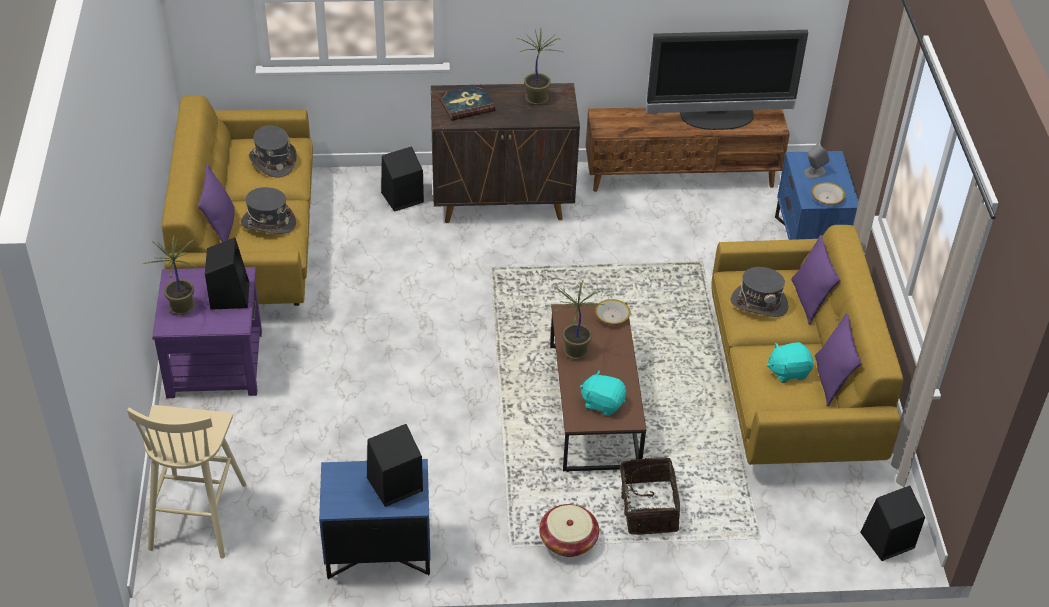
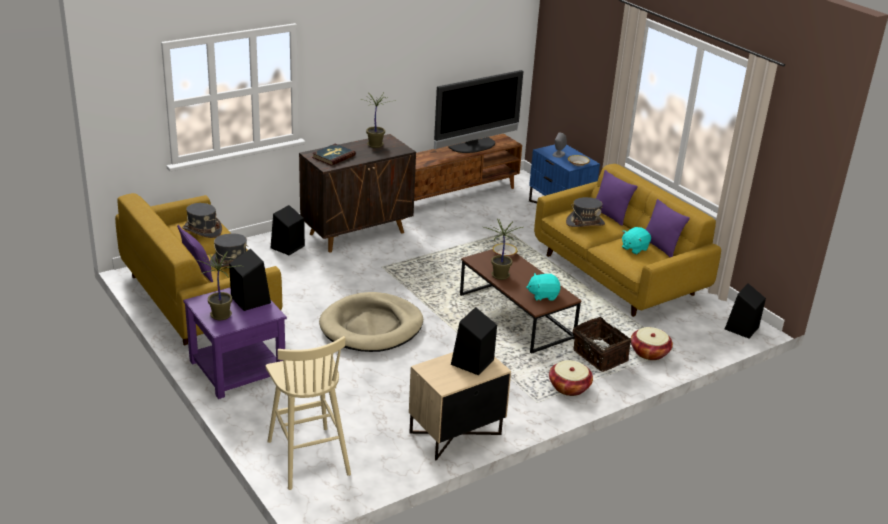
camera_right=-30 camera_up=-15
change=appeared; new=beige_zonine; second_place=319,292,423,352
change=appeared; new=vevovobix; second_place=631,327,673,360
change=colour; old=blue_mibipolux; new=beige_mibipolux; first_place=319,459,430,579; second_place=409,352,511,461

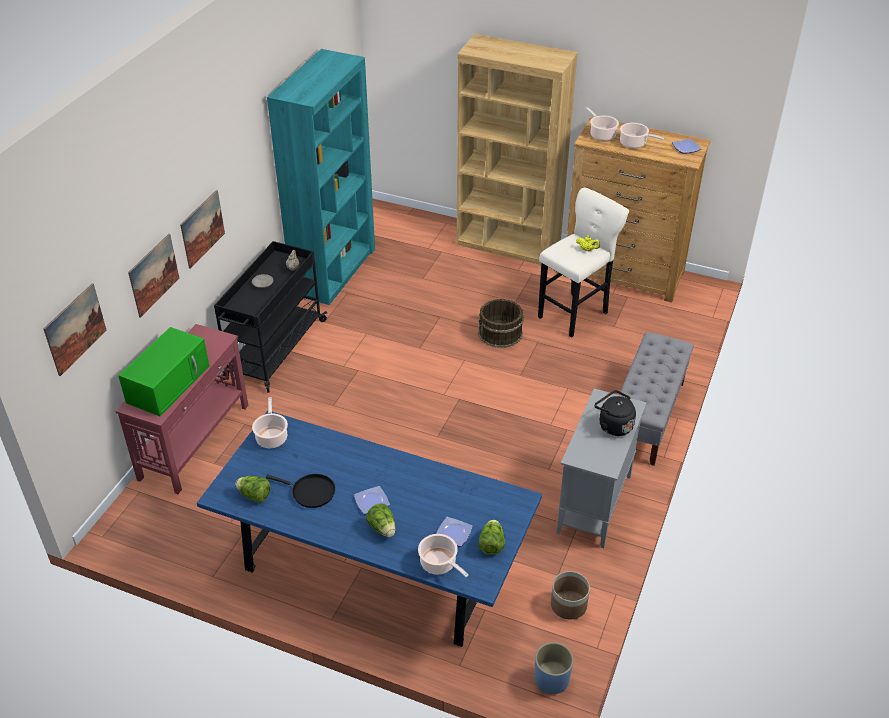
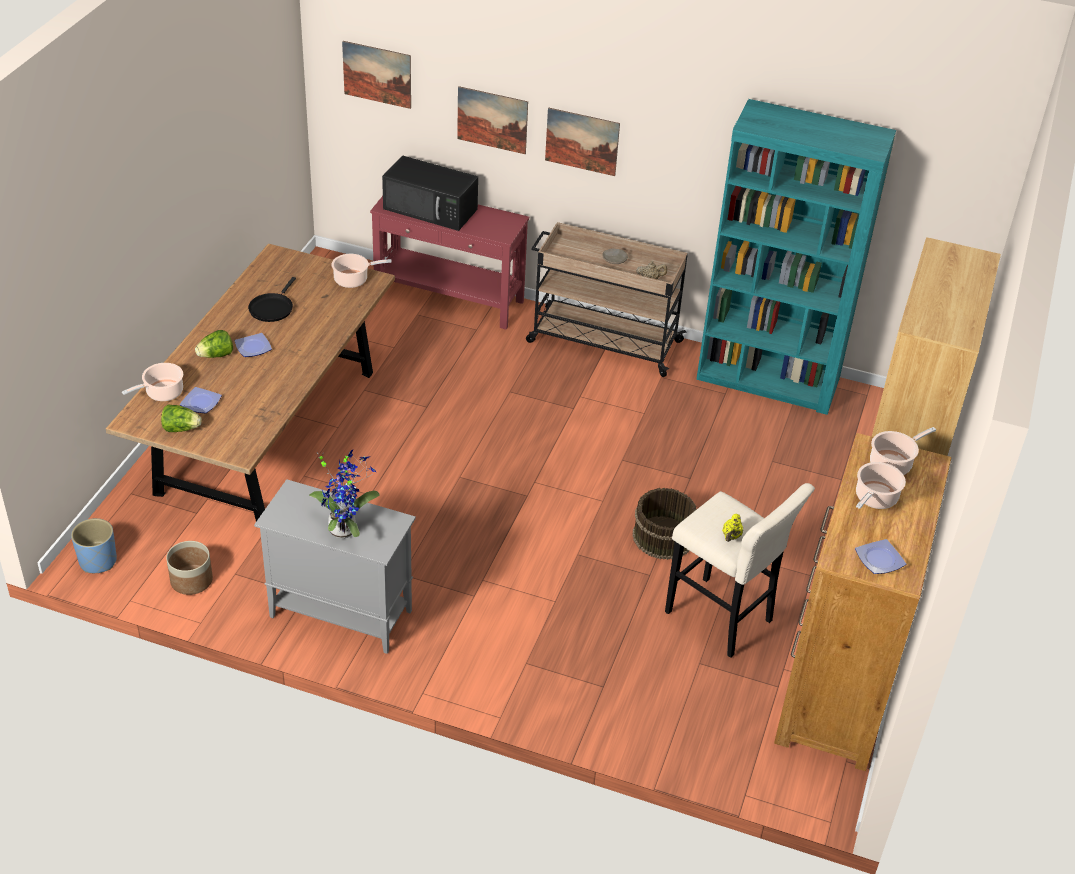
camera_right=85 camera_up=0
change=missing; old=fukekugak; first_place=235,476,270,503
change=missing; old=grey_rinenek; first_place=619,332,694,466
change=exchanged; old=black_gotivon; new=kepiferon; first_place=594,390,636,436; second_place=309,450,380,539
change=colour; old=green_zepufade; new=black_zepufade; first_place=118,327,210,416; second_place=382,156,478,231
change=colour; old=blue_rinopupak; new=brown_rinopupak; first_place=197,410,542,647; second_place=106,244,395,521
change=colour; old=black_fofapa; new=beige_fofapa; first_place=214,241,327,393; second_place=526,222,688,377

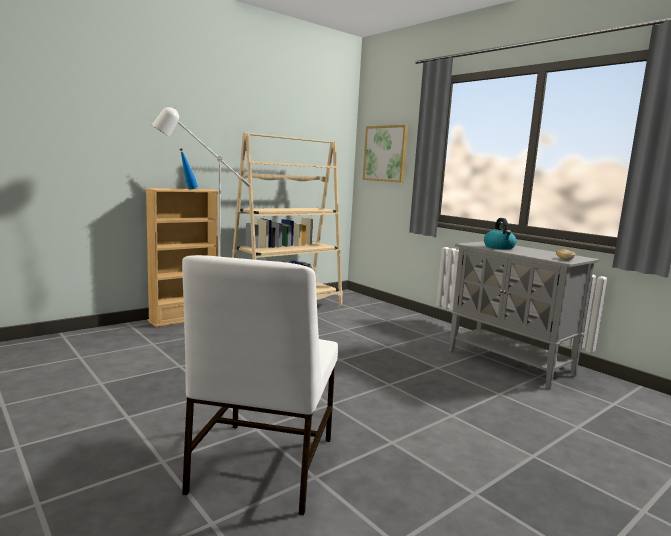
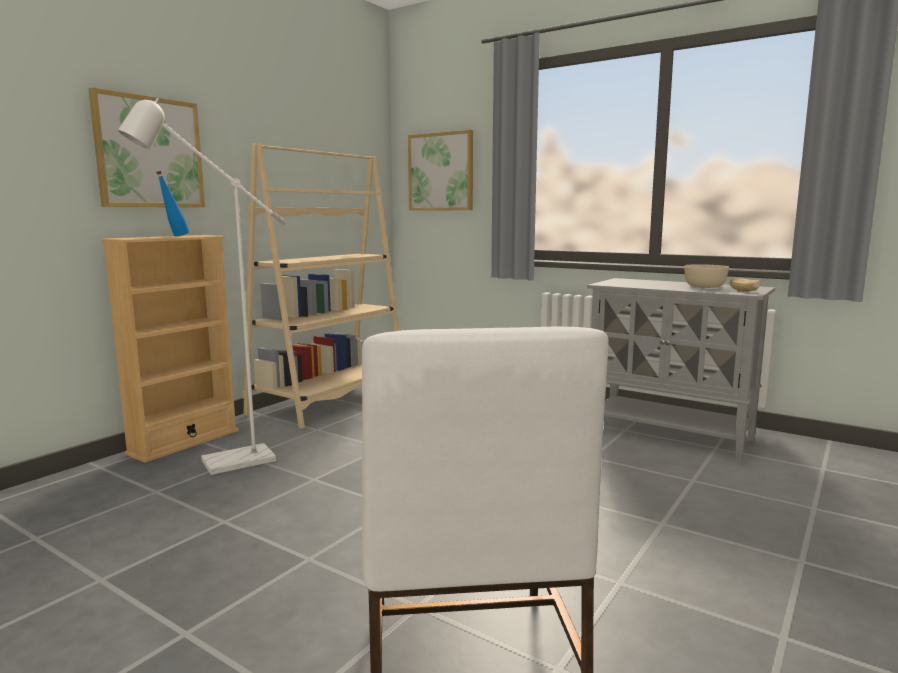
camera_right=-15 camera_up=0
change=missing; old=gotivon; first_place=484,218,516,250
change=appeared; new=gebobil; second_place=88,88,205,207
change=appeared; new=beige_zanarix; second_place=684,264,729,288

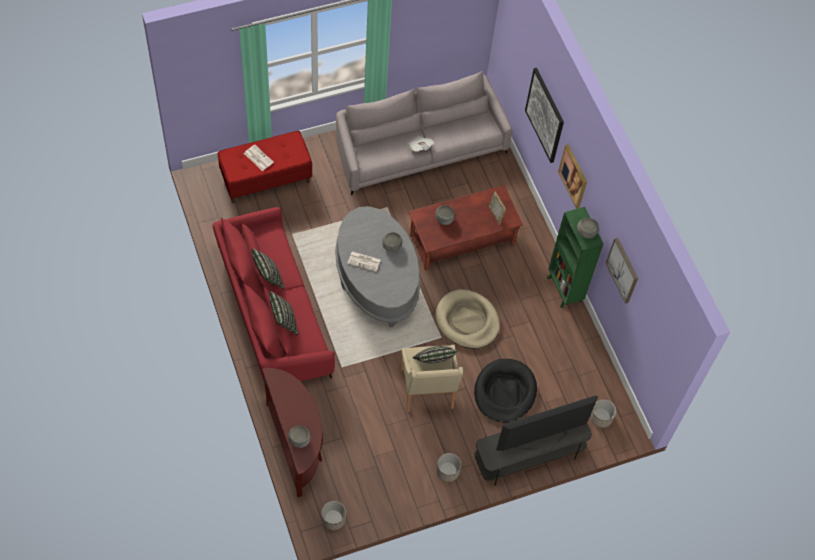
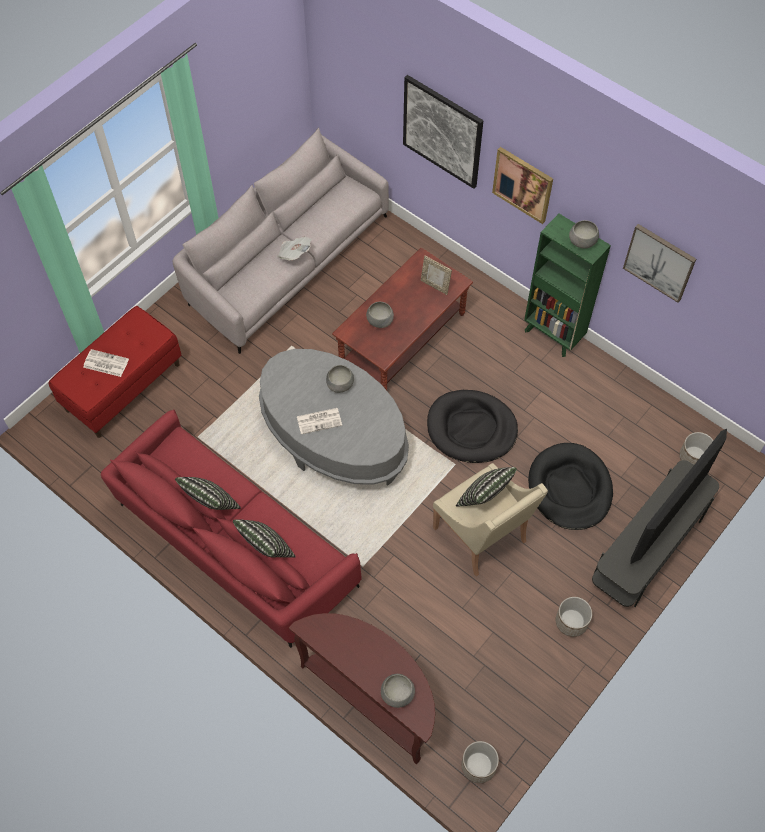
camera_right=-25 camera_up=0
change=colour; old=beige_zonine; new=black_zonine; first_place=435,289,500,349; second_place=427,390,518,463

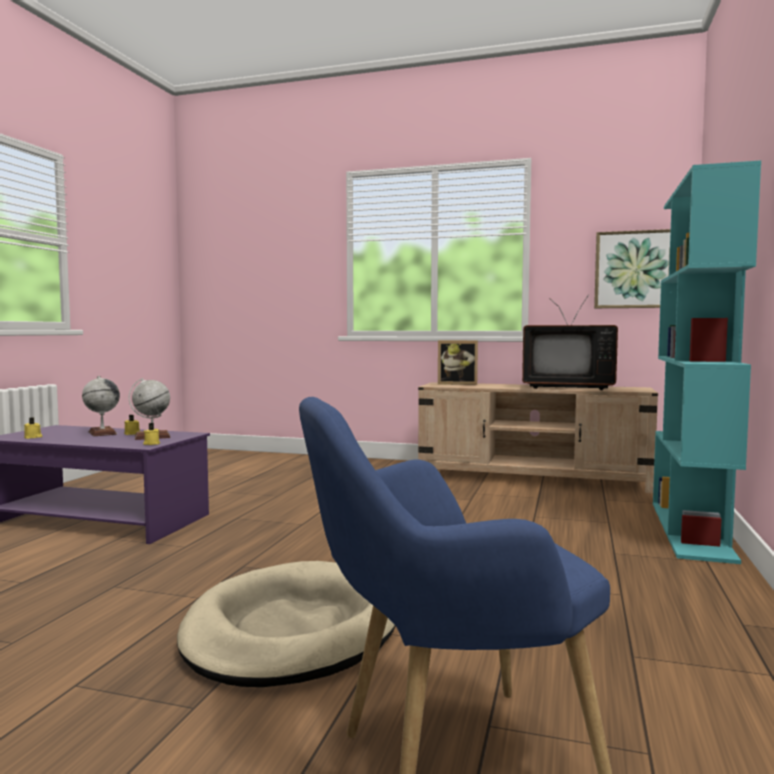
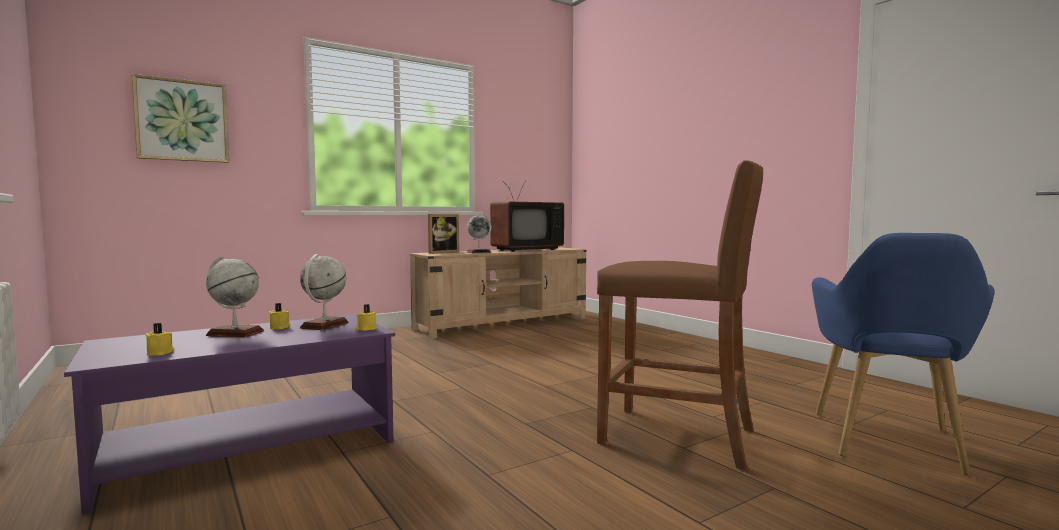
camera_right=-50 camera_up=0
change=missing; old=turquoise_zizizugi; first_place=653,160,761,564
change=appeared; new=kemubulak; second_place=467,214,491,253
change=relocated; old=gebobil; first_place=594,229,671,308; second_place=132,74,229,163
change=exchanged; old=beige_zonine; new=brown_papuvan; first_place=177,561,395,687; second_place=597,160,763,470

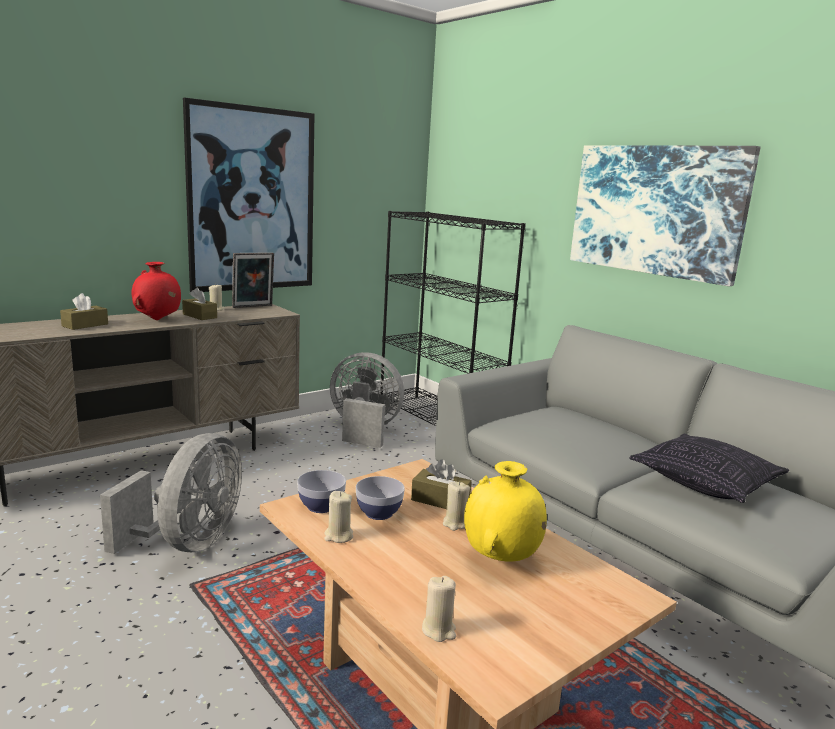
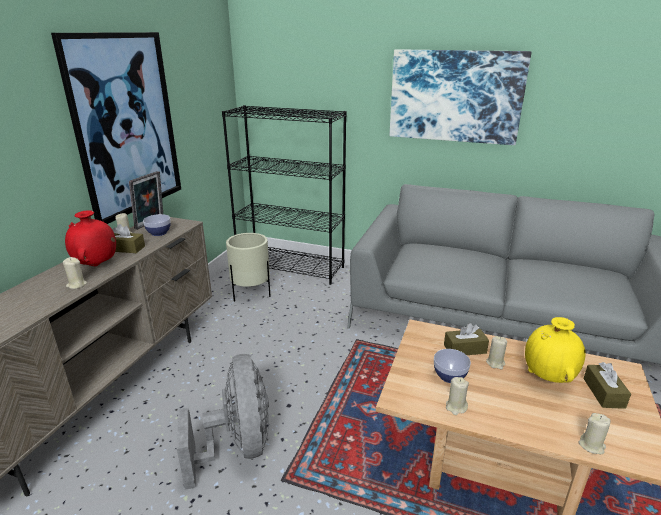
camera_right=-30 camera_up=10
change=missing; old=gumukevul; first_place=629,434,789,503
change=appeared; new=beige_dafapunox; second_place=63,257,87,289
change=relocated; old=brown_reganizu; first_place=60,293,108,330; second_place=583,362,631,409
change=relocated; old=zanarix; first_place=297,470,346,513; second_place=143,214,171,236
change=exchanged; old=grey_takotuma; new=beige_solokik; first_place=330,352,404,448; second_place=226,233,271,302

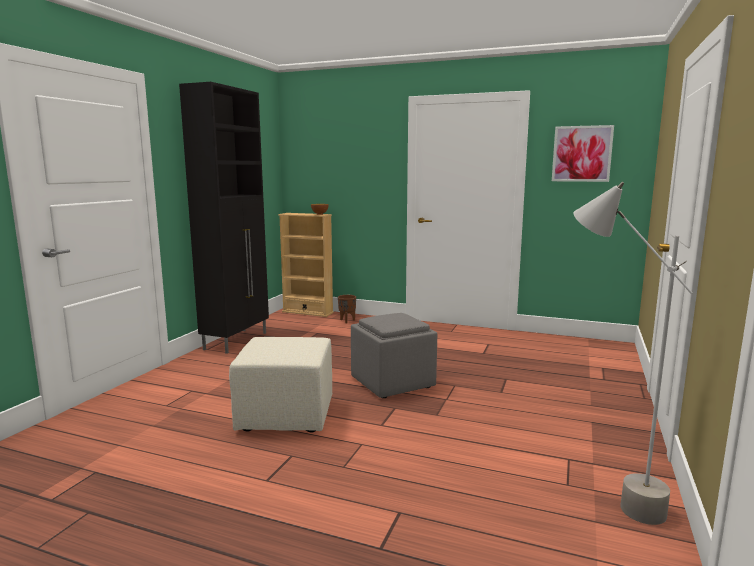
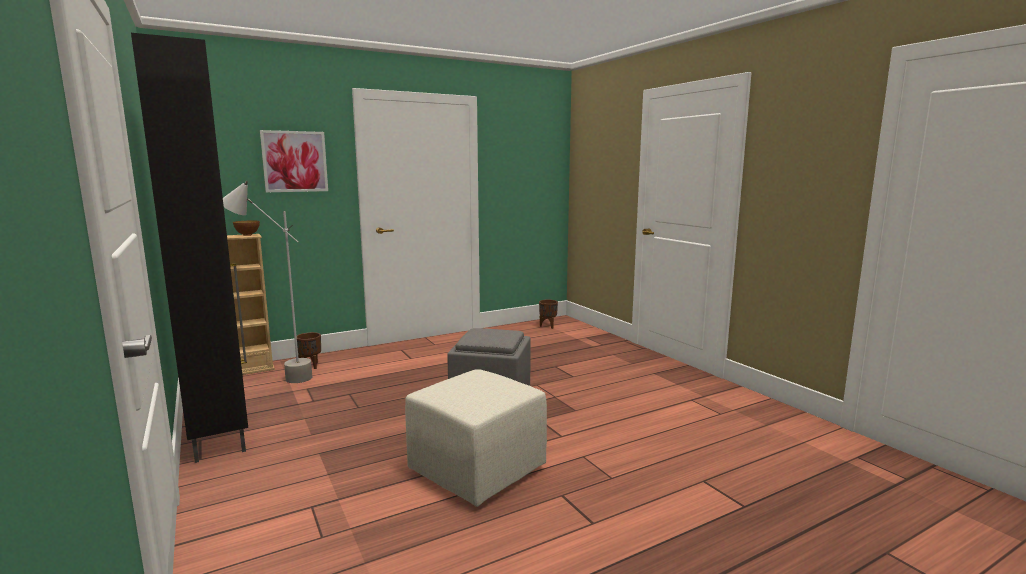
camera_right=-50 camera_up=0
change=appeared; new=brown_solokik; second_place=539,299,558,329
change=relocated; old=gebobil; first_place=552,125,614,182; second_place=260,130,328,192
change=relocated; old=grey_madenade; first_place=574,182,693,525; second_place=223,181,312,383

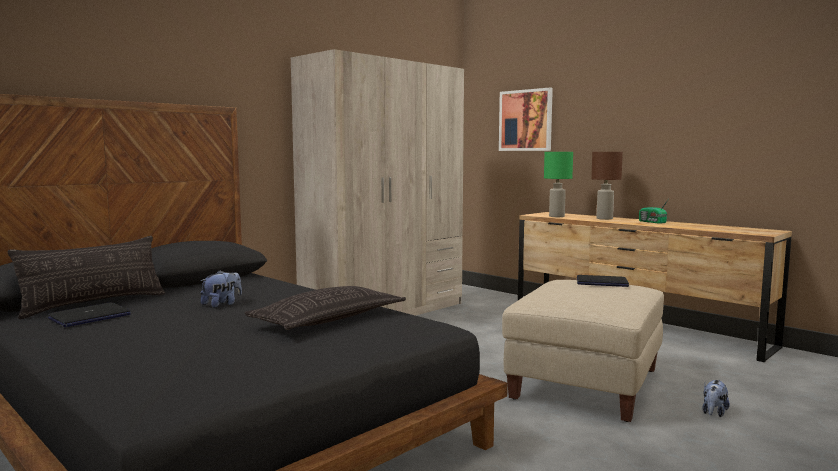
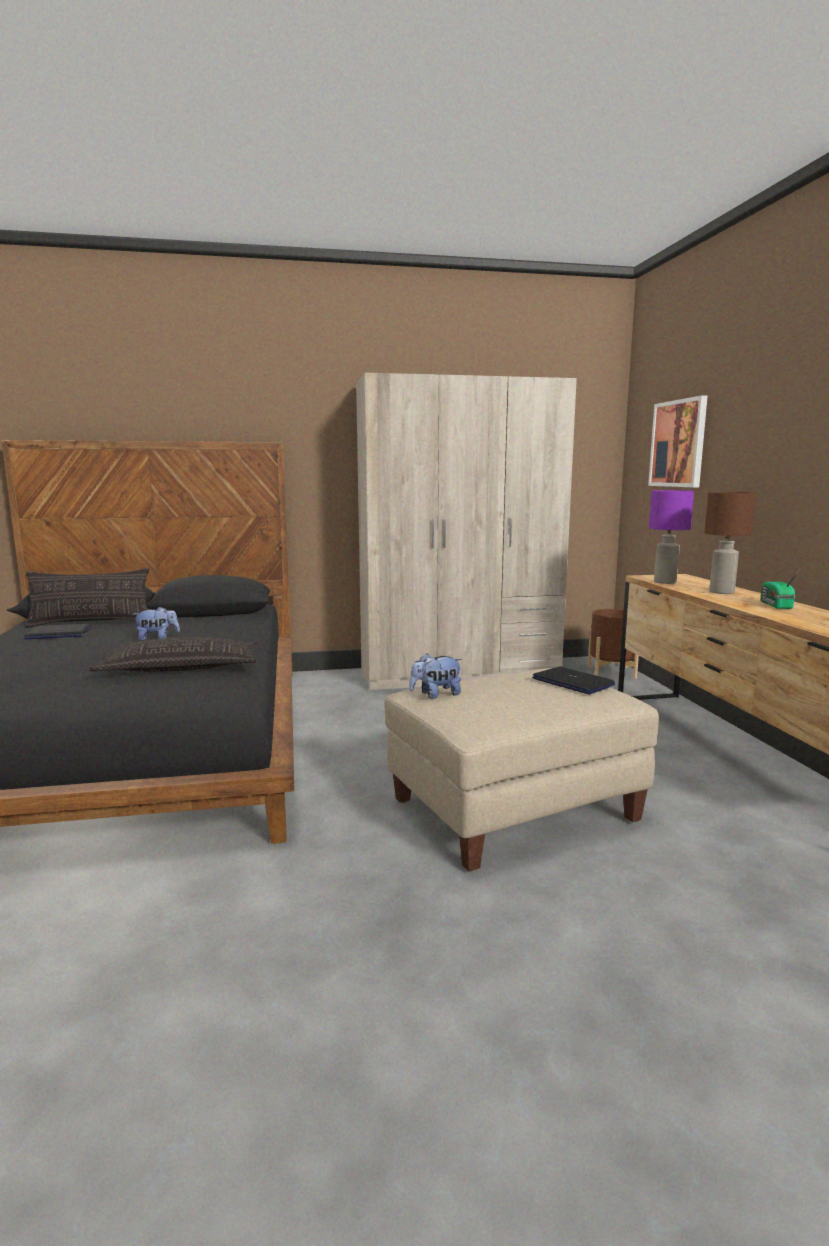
camera_right=35 camera_up=5
change=appeared; new=brown_solokik; second_place=588,609,639,679
change=relocated; old=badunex; first_place=702,380,730,417; second_place=409,653,462,699
change=colour; old=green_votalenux; new=purple_votalenux; first_place=544,152,573,217; second_place=649,490,694,584

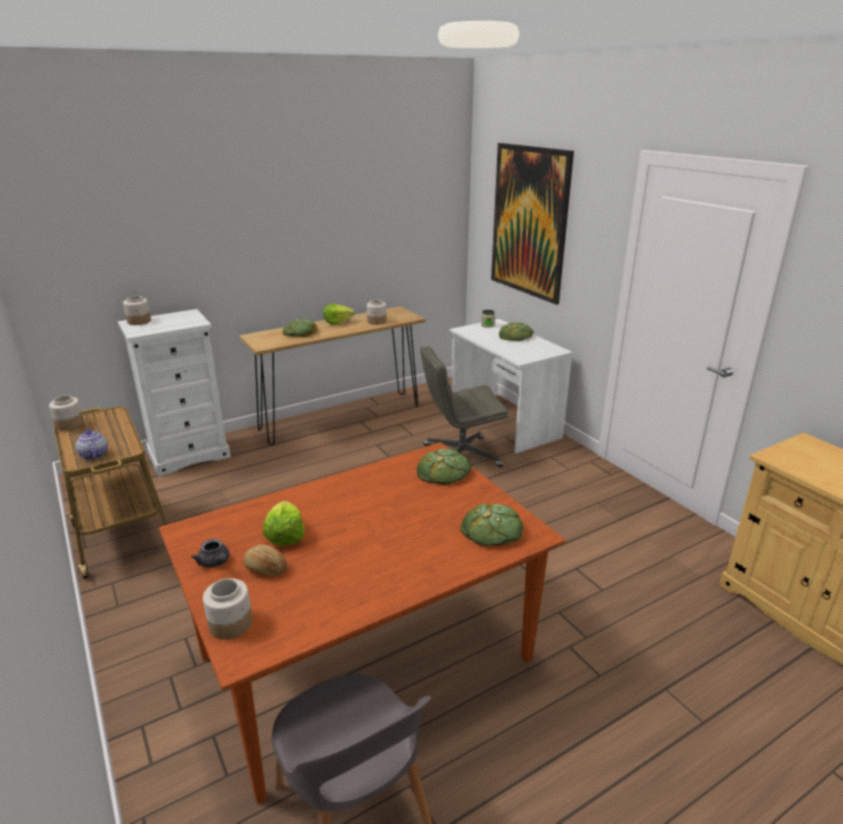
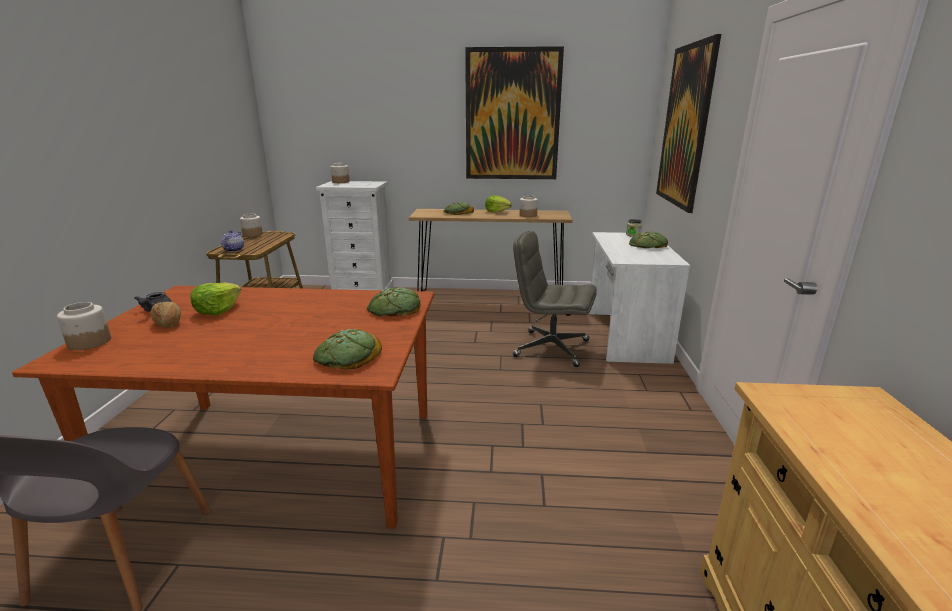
camera_right=35 camera_up=-5
change=appeared; new=gebobil; second_place=465,46,564,179

